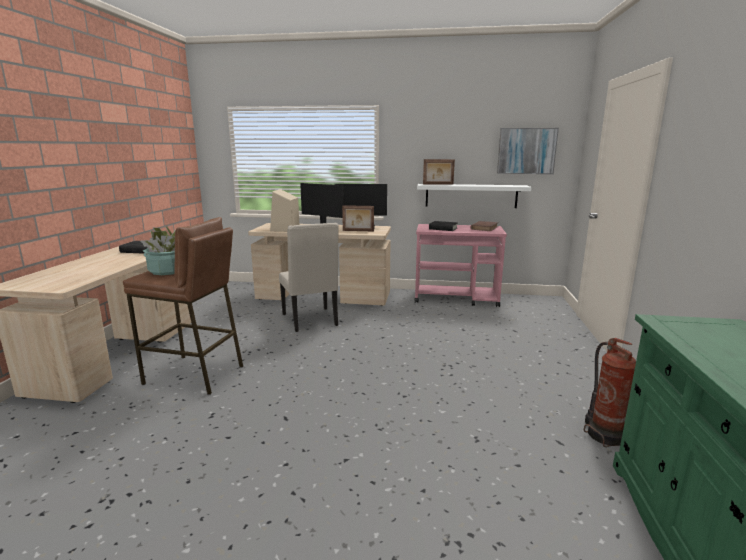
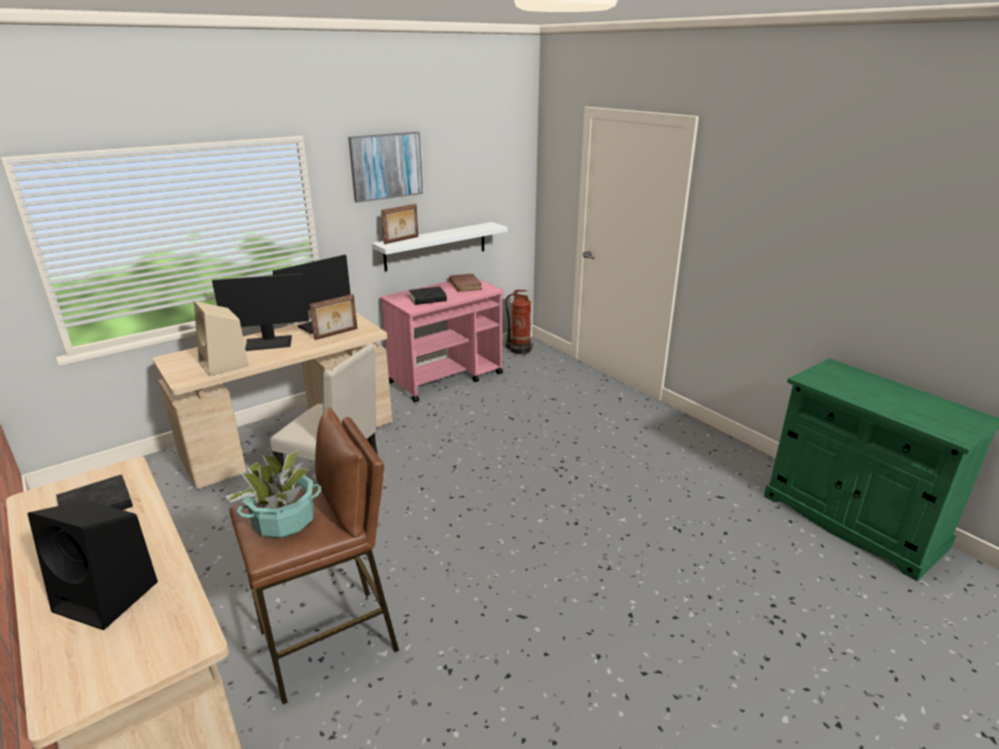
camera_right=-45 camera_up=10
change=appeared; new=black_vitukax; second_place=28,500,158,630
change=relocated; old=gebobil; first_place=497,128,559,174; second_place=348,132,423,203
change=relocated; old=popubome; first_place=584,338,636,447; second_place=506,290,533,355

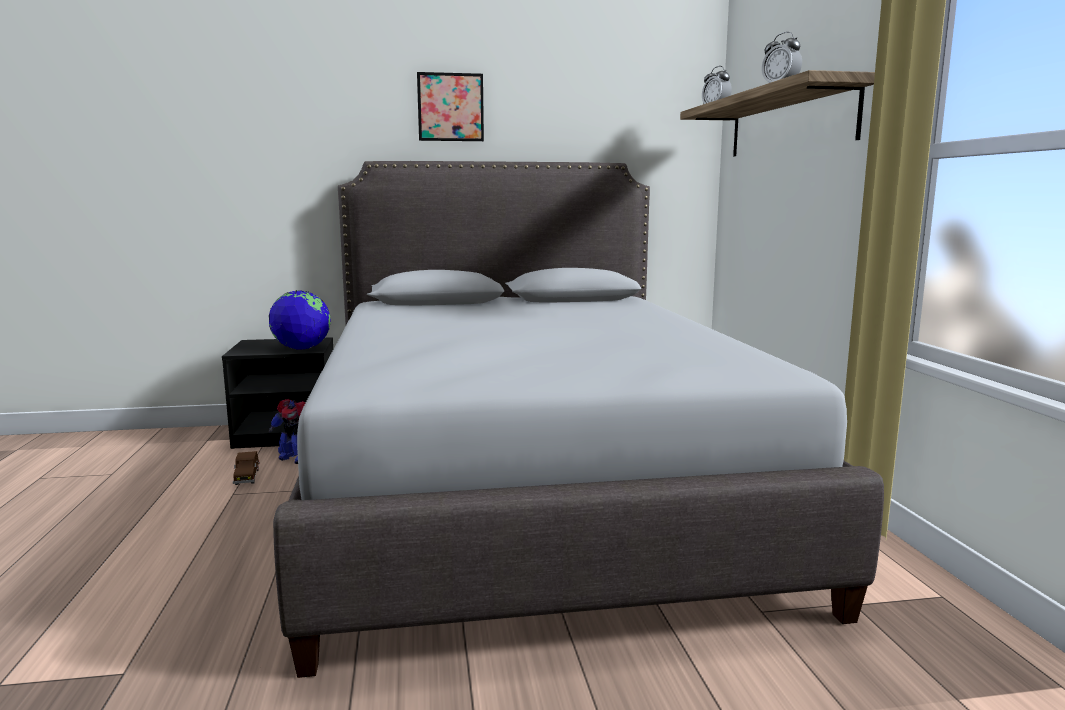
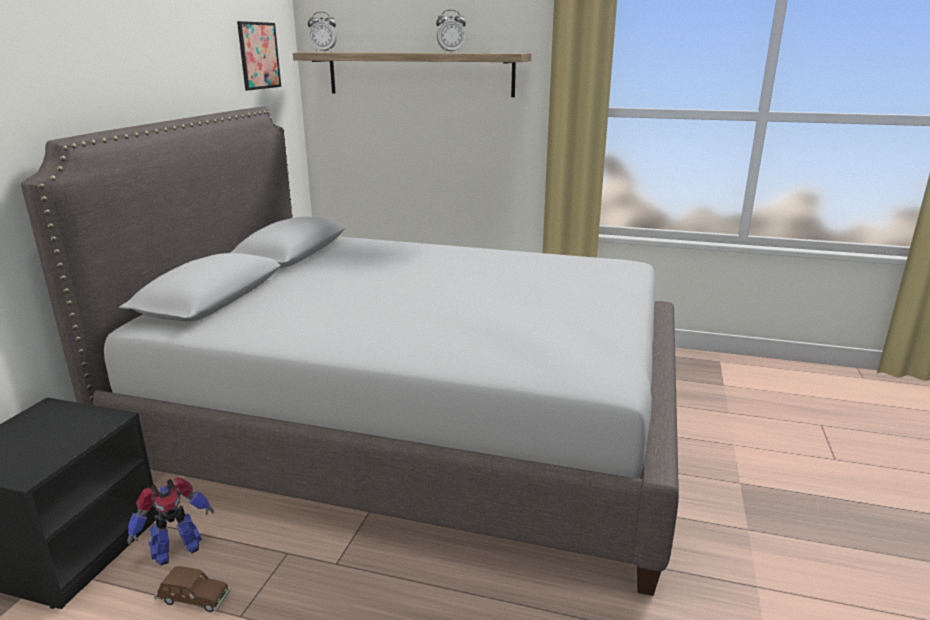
camera_right=-65 camera_up=10
change=missing; old=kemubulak; first_place=269,290,331,349
change=relocated; old=gebobil; first_place=417,72,484,141; second_place=237,21,281,91

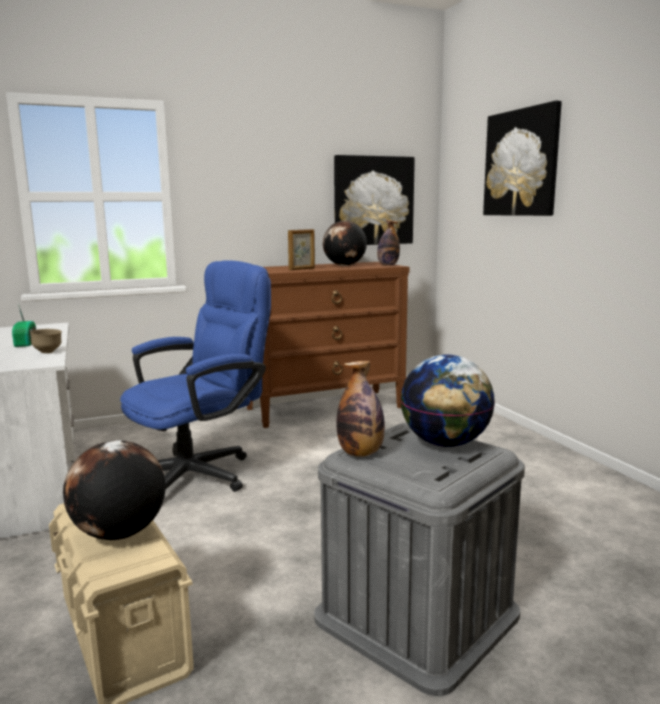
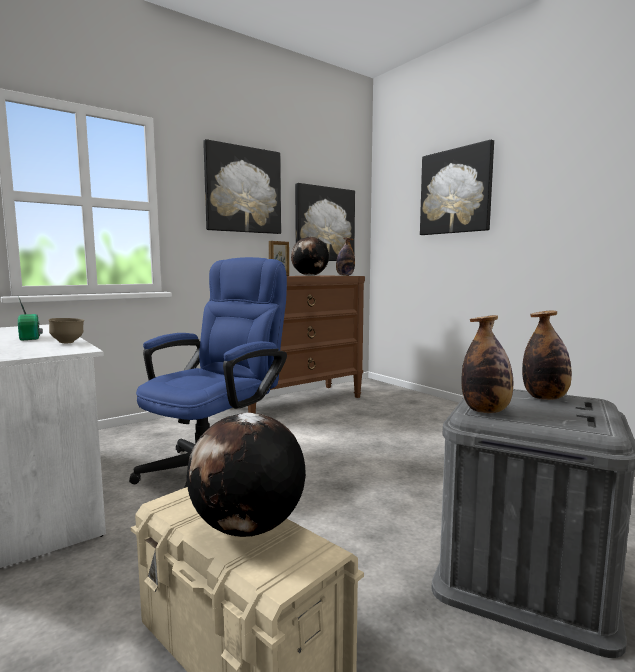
camera_right=-15 camera_up=-5
change=appeared; new=gebobil; second_place=203,139,281,234
change=exchanged; old=kemubulak; new=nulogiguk; first_place=401,354,495,447; second_place=522,311,572,400

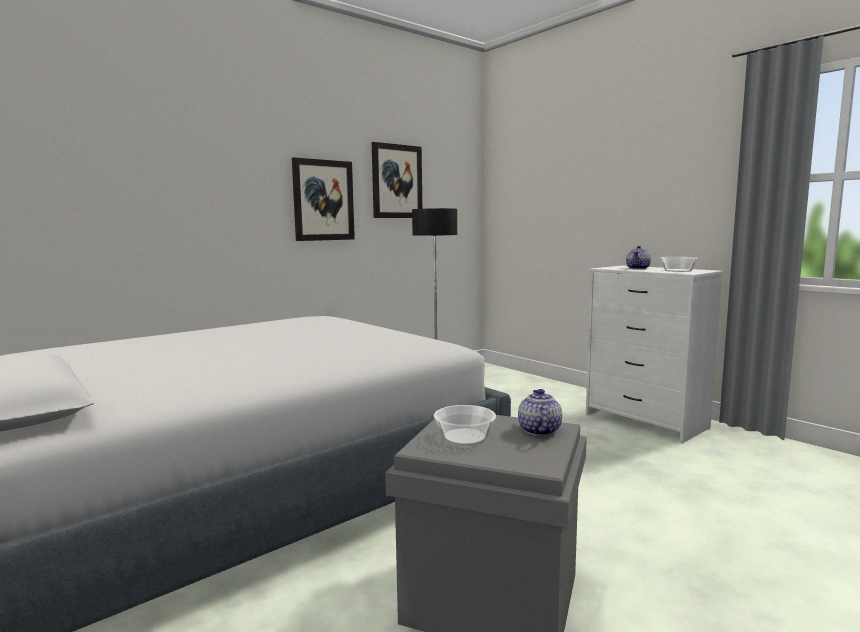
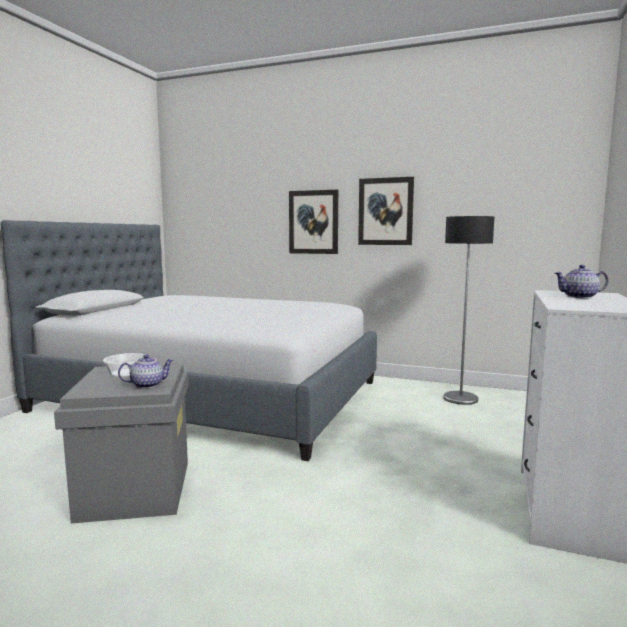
camera_right=60 camera_up=0
change=missing; old=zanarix; first_place=661,257,698,272
change=relocated; old=gebobil; first_place=372,142,422,218; second_place=289,190,338,254

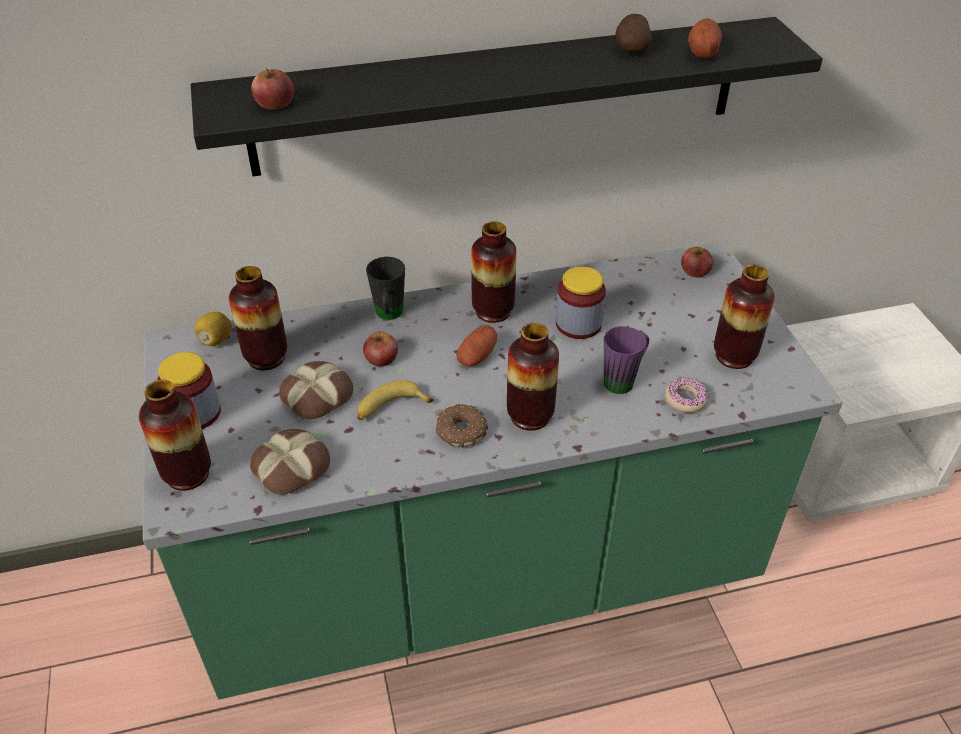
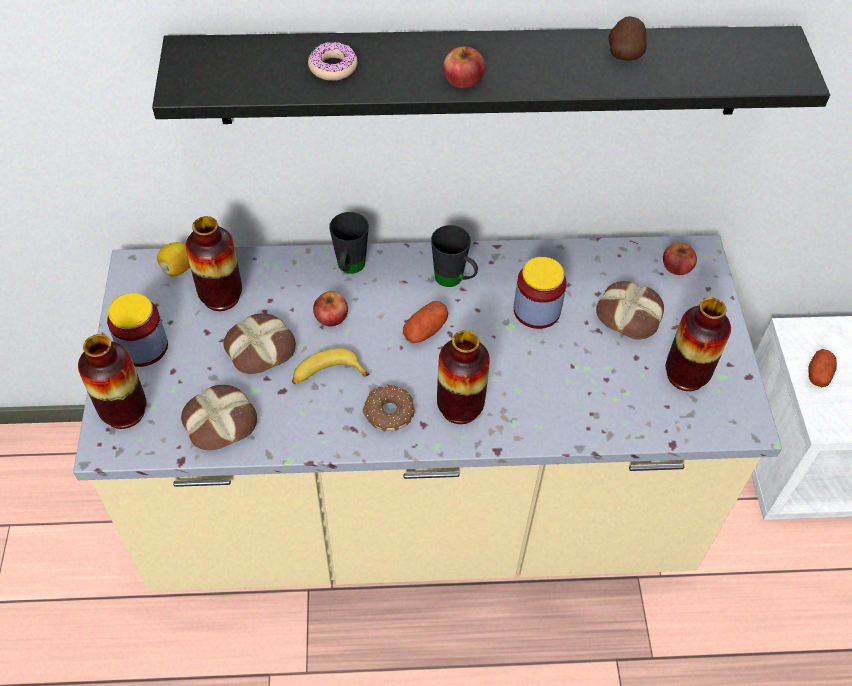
camera_right=10 camera_up=10
change=missing; old=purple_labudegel; first_place=604,326,649,394
change=appeared; new=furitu; second_place=596,281,664,339
change=relocated; old=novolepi; first_place=251,68,294,110; second_place=443,46,485,88
change=relocated; old=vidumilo; first_place=665,378,708,413; second_place=308,42,358,81
change=relocated; old=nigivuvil; first_place=688,18,722,58; second_place=808,349,837,387
change=exchanged; old=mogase; new=black_labudegel; first_place=471,221,516,323; second_place=431,225,478,287
change=colour; old=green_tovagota; new=beige_tovagota; first_place=143,242,843,700; second_place=73,235,782,592

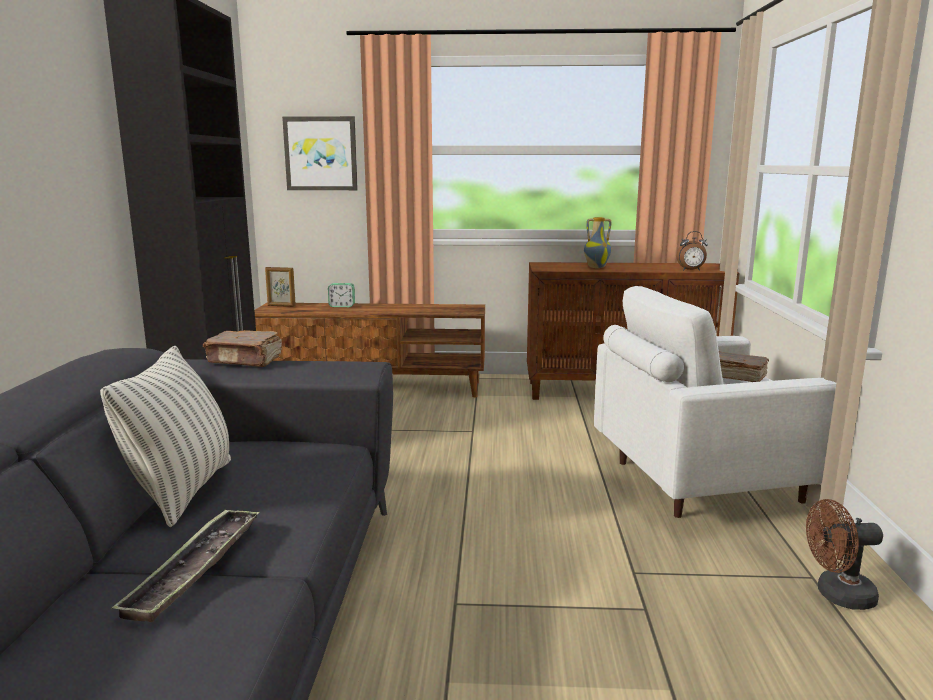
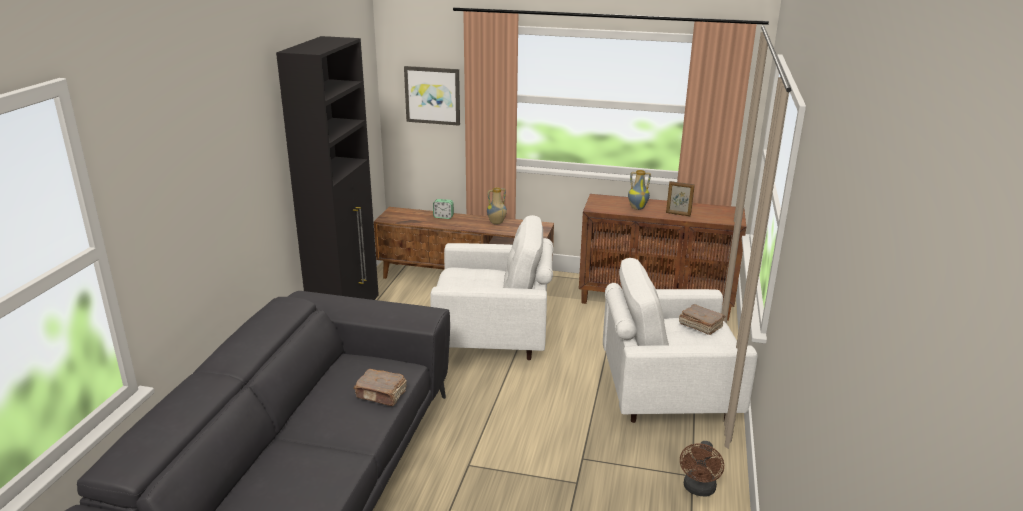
camera_right=10 camera_up=10
change=missing; old=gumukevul; first_place=100,346,231,527
change=missing; old=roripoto; first_place=111,509,260,622
change=missing; old=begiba; first_place=676,231,708,271
change=appeared; new=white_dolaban; second_place=430,215,553,360
change=appeared; new=mogase; second_place=487,187,507,225
change=relocated; old=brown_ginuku; first_place=203,330,282,367; second_place=353,369,407,406
change=relocated; old=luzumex; first_place=265,267,296,307; second_place=666,181,695,216
change=spun; old=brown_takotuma; first_place=806,499,883,610; second_place=680,441,724,497; degrees=-75

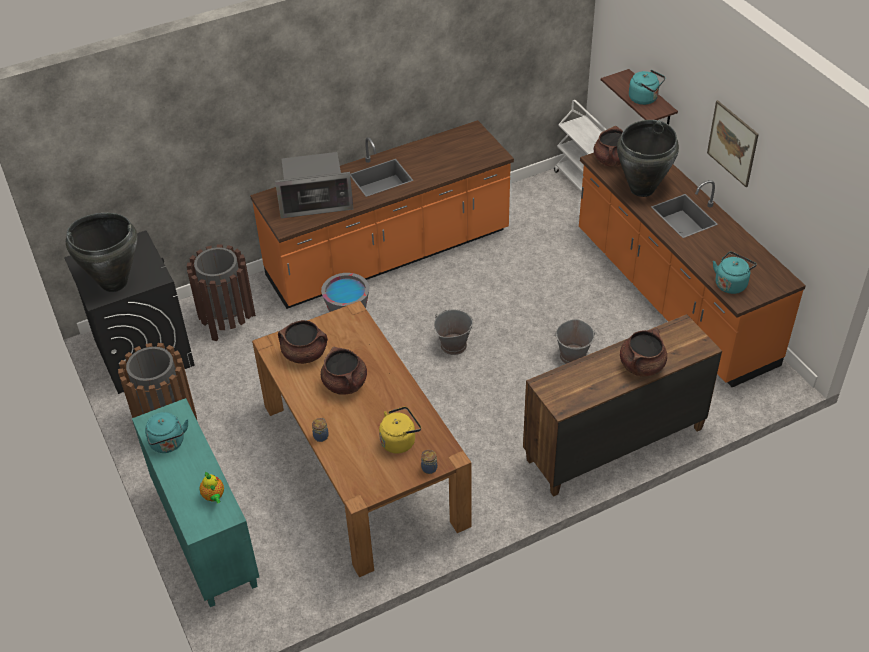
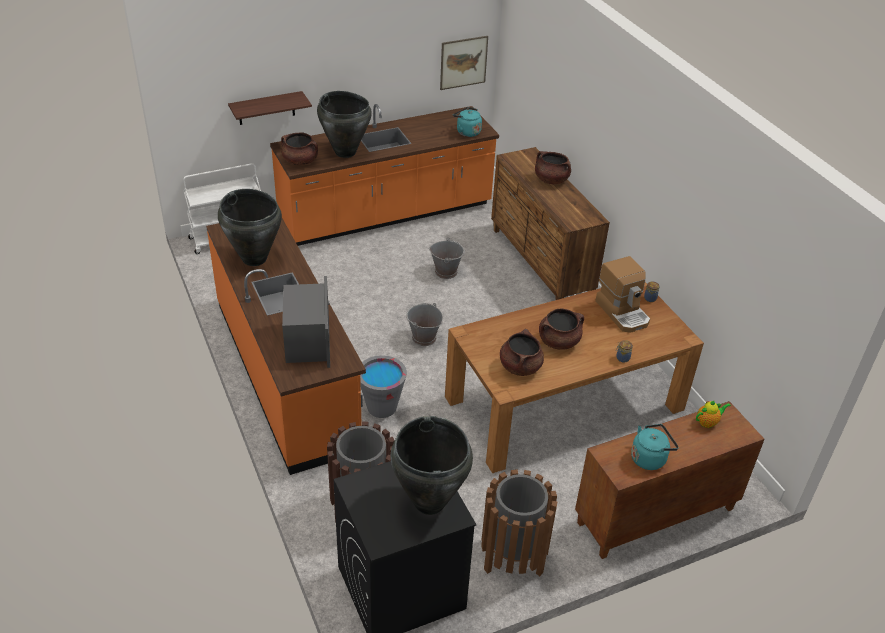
camera_right=-90 camera_up=-5
change=missing; old=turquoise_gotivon; first_place=629,70,665,105
change=appeared; new=black_mogase; second_place=218,189,282,266
change=relocated; old=gebobil; first_place=707,100,759,187; second_place=440,36,488,90
change=exchanged; old=yellow_gotivon; new=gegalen; first_place=379,406,421,454; second_place=595,256,650,333
change=colour; old=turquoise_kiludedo; new=brown_kiludedo; first_place=132,398,259,607; second_place=575,401,764,559

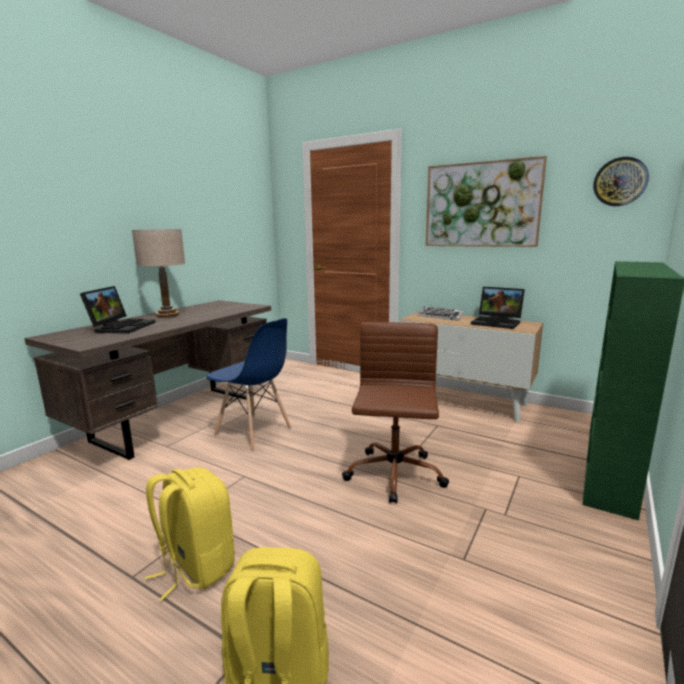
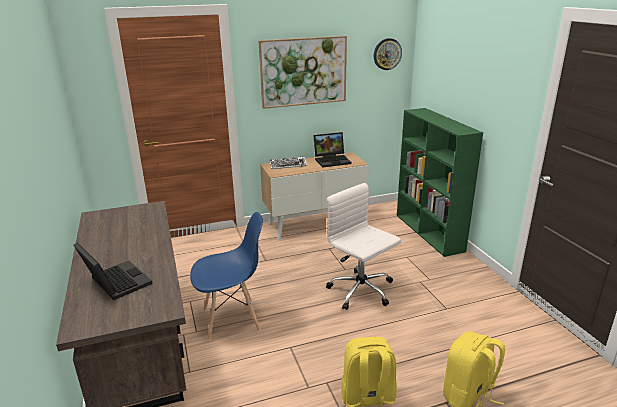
camera_right=-50 camera_up=10
change=missing; old=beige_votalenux; first_place=132,229,185,318
change=colour; old=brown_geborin; new=white_geborin; first_place=342,322,449,504; second_place=326,183,401,310

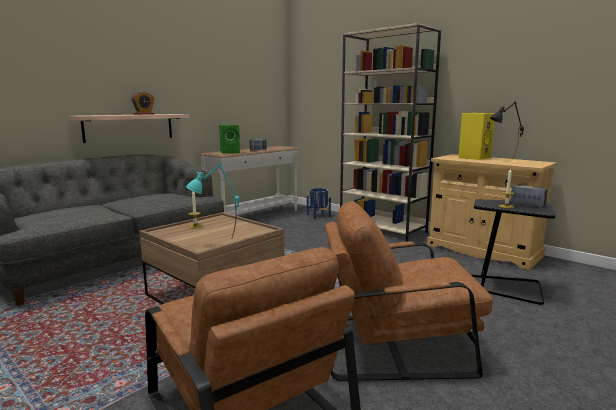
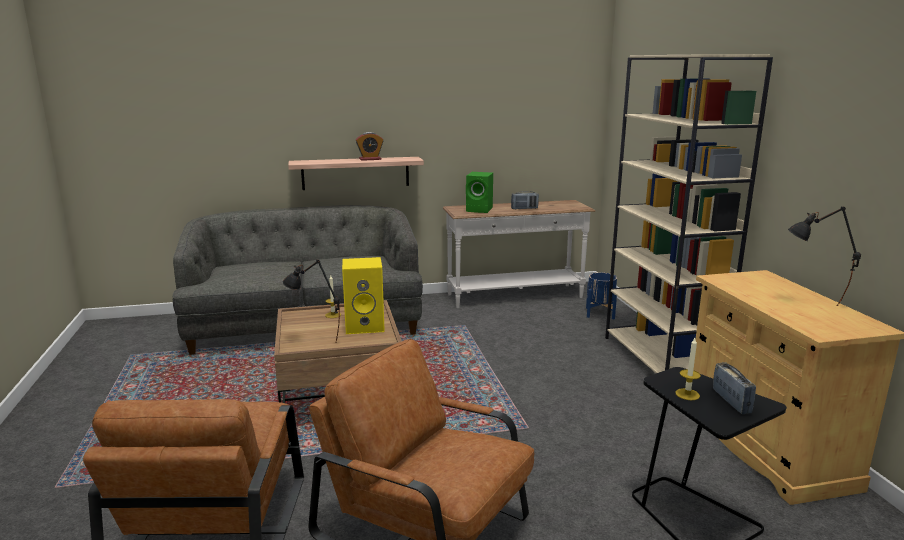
camera_right=35 camera_up=5
change=relocated; old=yellow_vitukax; first_place=458,113,495,160; second_place=342,257,385,334
change=colour; old=turquoise_votalenux; new=black_votalenux; first_place=186,163,239,238; second_place=283,260,340,342

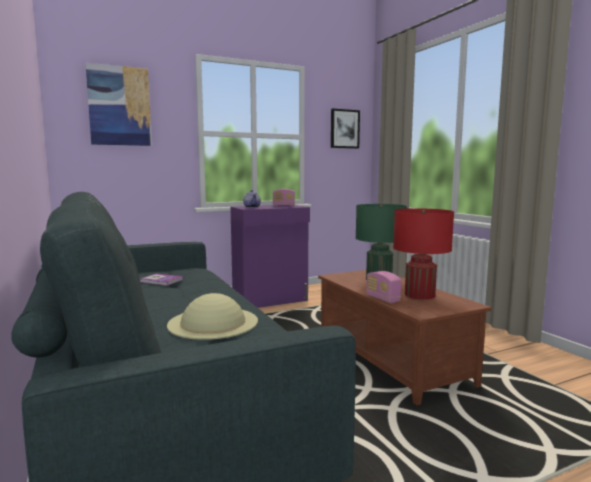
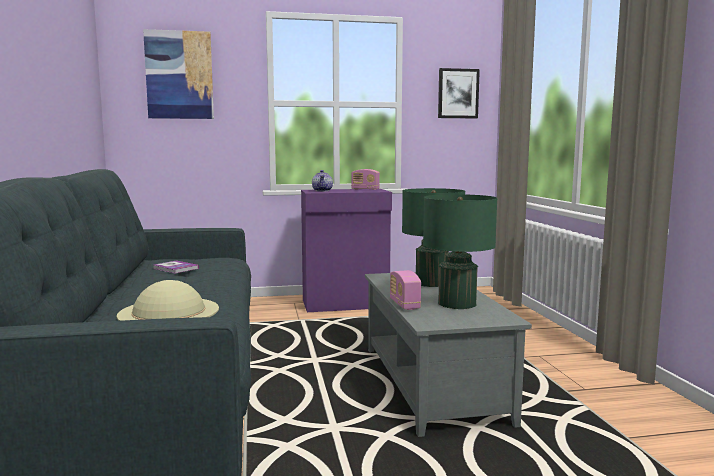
camera_right=15 camera_up=0
change=colour; old=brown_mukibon; new=grey_mukibon; first_place=318,270,492,405; second_place=365,272,532,437
change=colour; old=red_votalenux; new=green_votalenux; first_place=393,208,454,300; second_place=423,194,498,309

